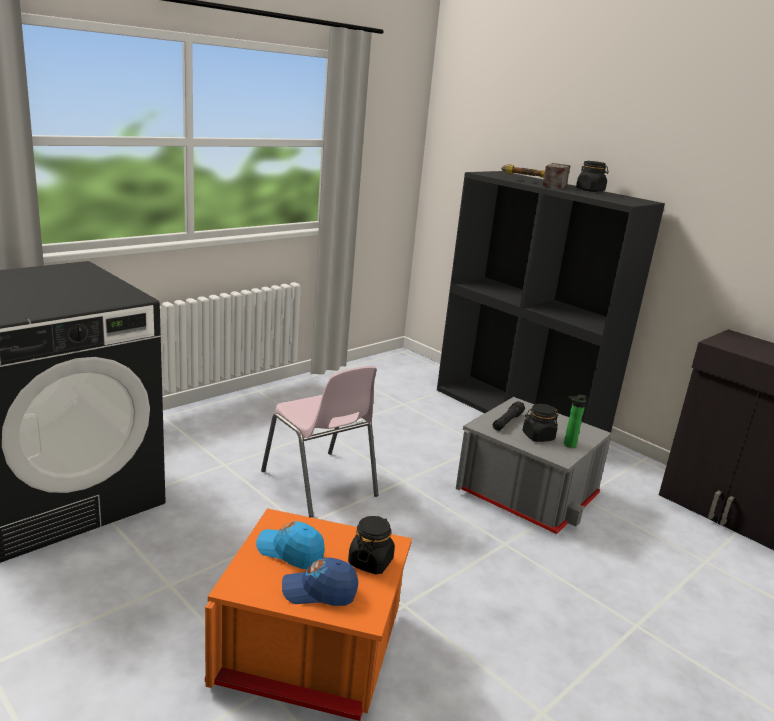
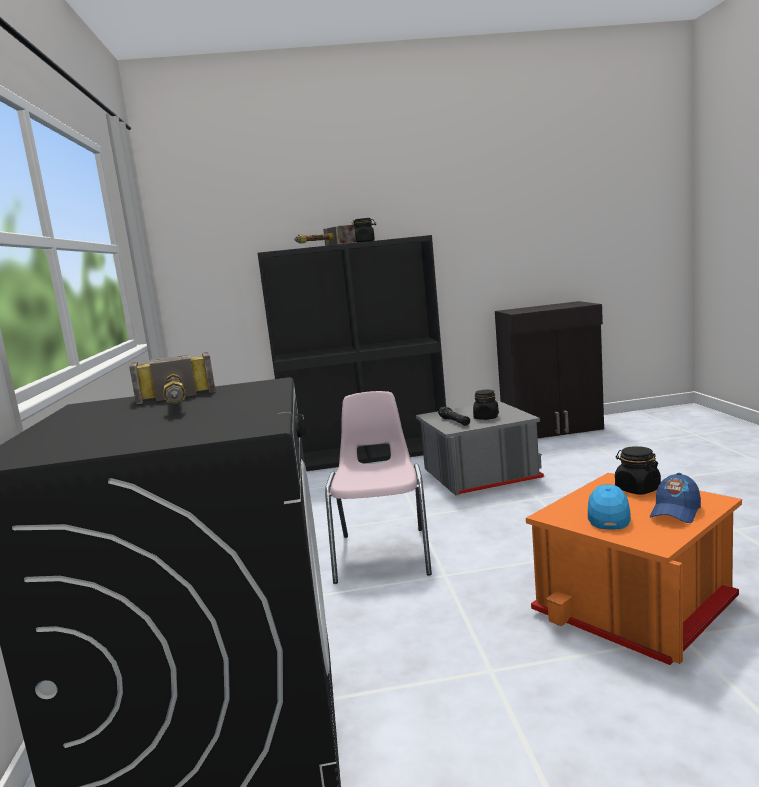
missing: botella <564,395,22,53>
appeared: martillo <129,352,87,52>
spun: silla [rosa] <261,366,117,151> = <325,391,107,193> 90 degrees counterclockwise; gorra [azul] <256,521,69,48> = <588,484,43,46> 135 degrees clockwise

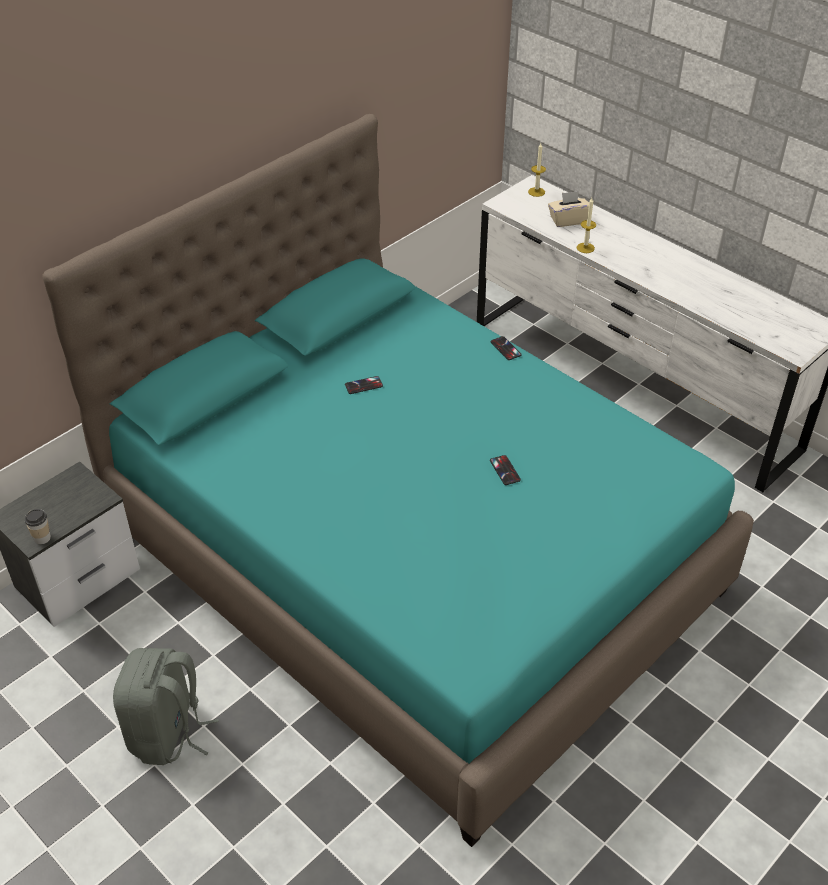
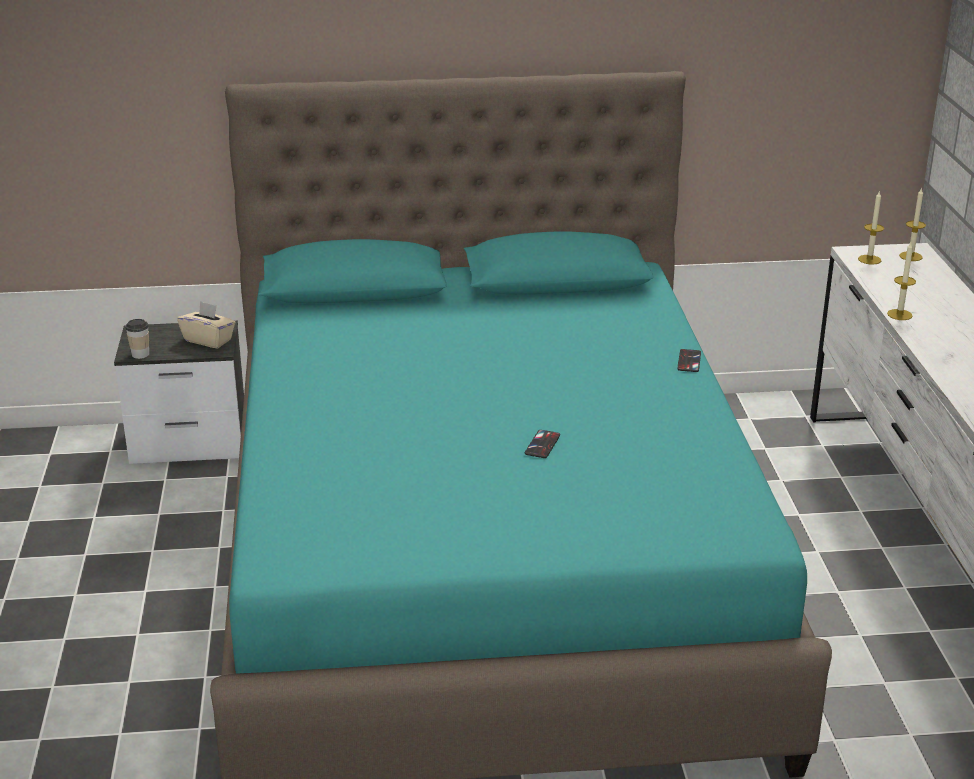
missing: mochila [gris] <113,648,106,117>; móvil <345,376,38,18>
appeared: vela <858,190,26,75>
relocated: caja de pañuelos [beis] <548,191,41,36> to <177,301,59,47>

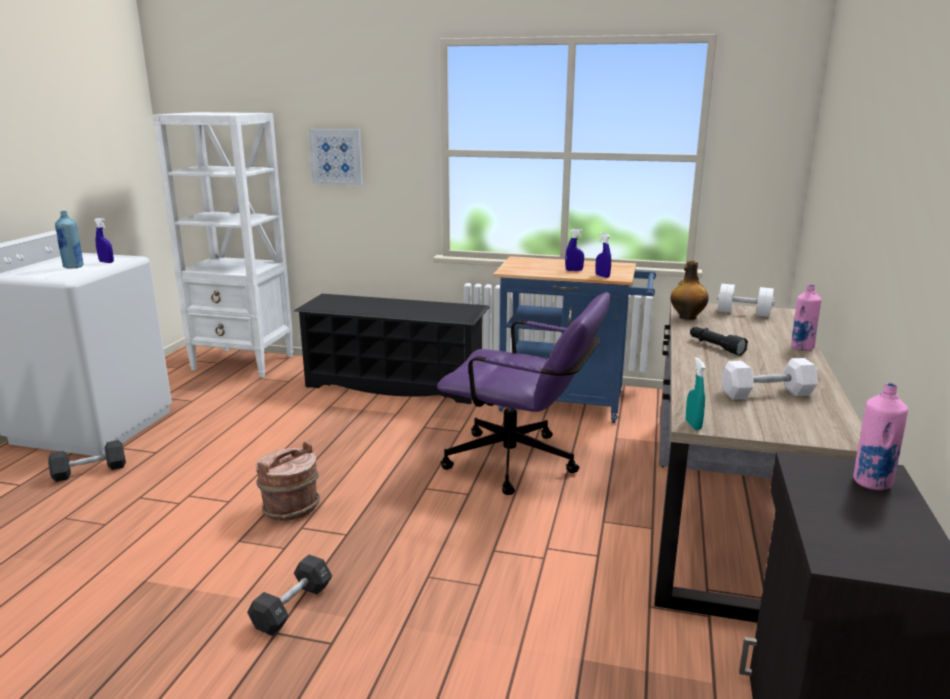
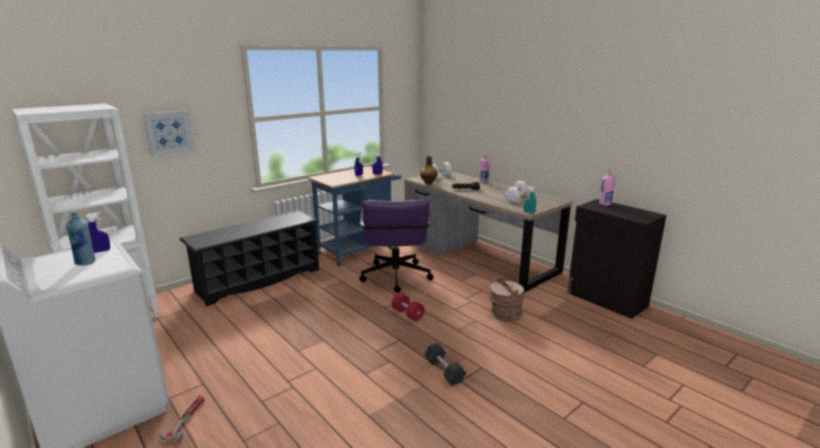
appeared: mancuerna [rojo] <392,293,33,28>
relocated: cubo [marrón] <256,441,64,80> to <489,276,35,46>
exchanged: mancuerna [negro] <48,440,78,42> to martillo <159,395,46,47>
spun: silla de oficina [morado] <437,292,174,203> = <359,200,75,93> 120 degrees clockwise

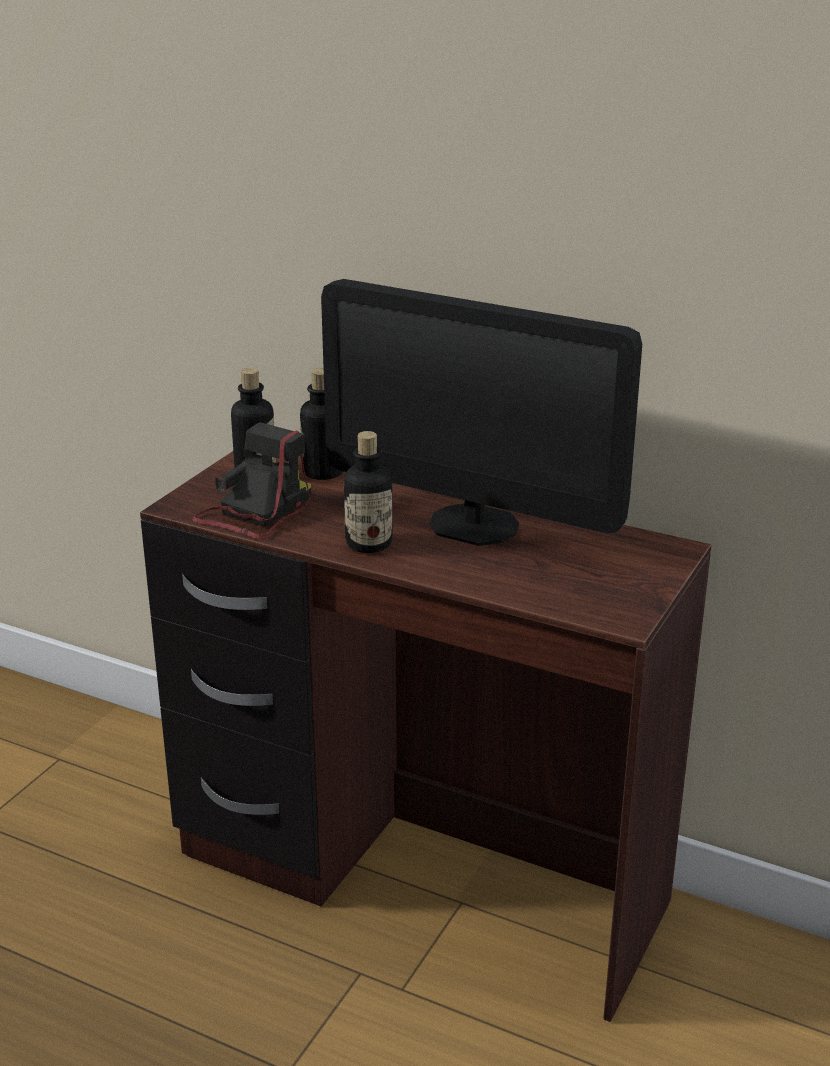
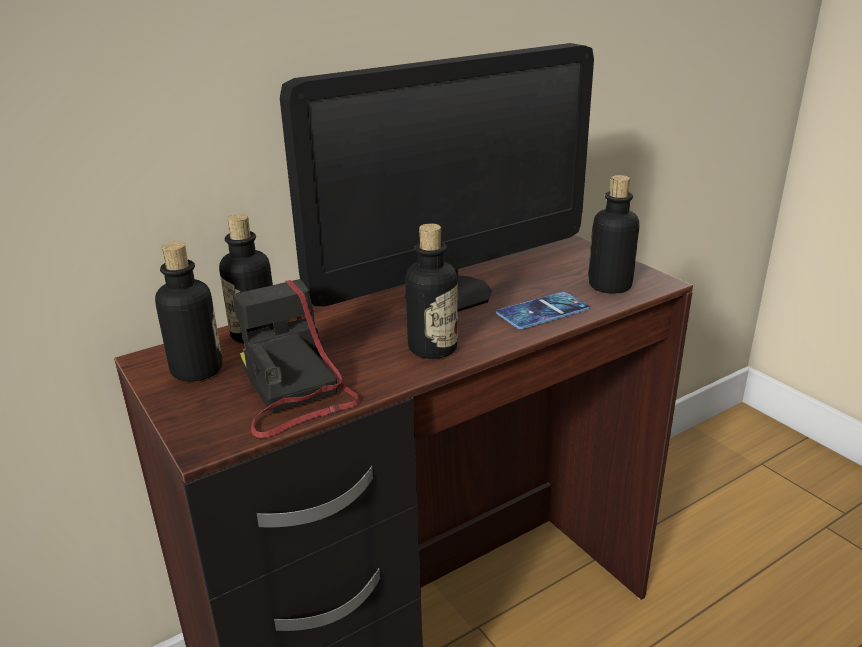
appeared: móvil <496,292,94,37>; botella <588,175,51,119>

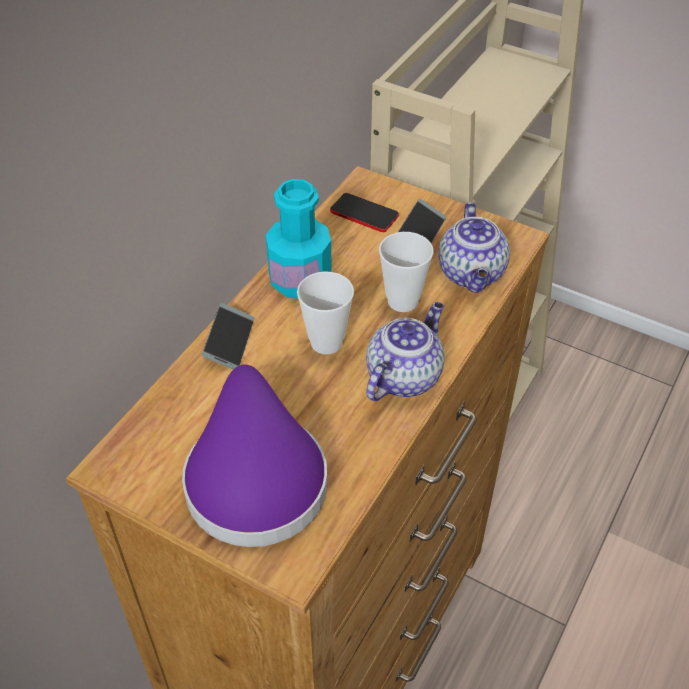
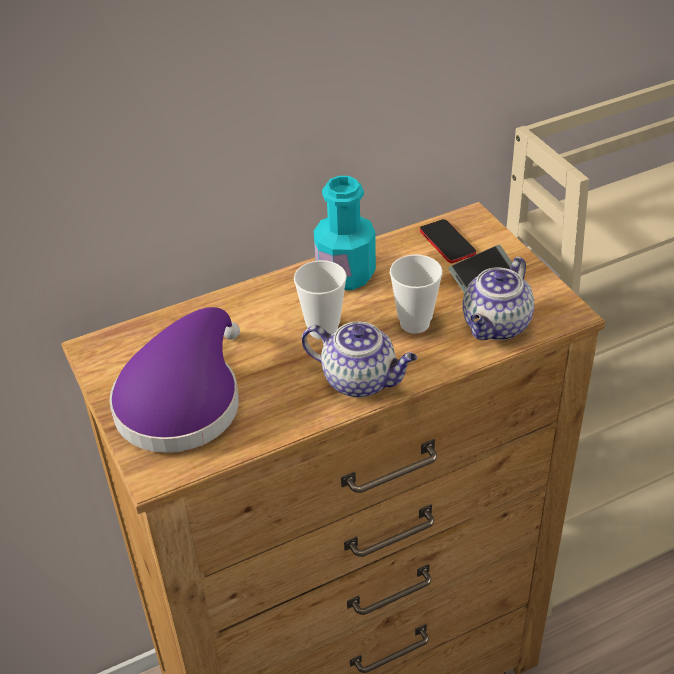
missing: móvil <202,303,52,66>
spun: tetera <366,302,79,99> = <302,321,115,77> 45 degrees clockwise

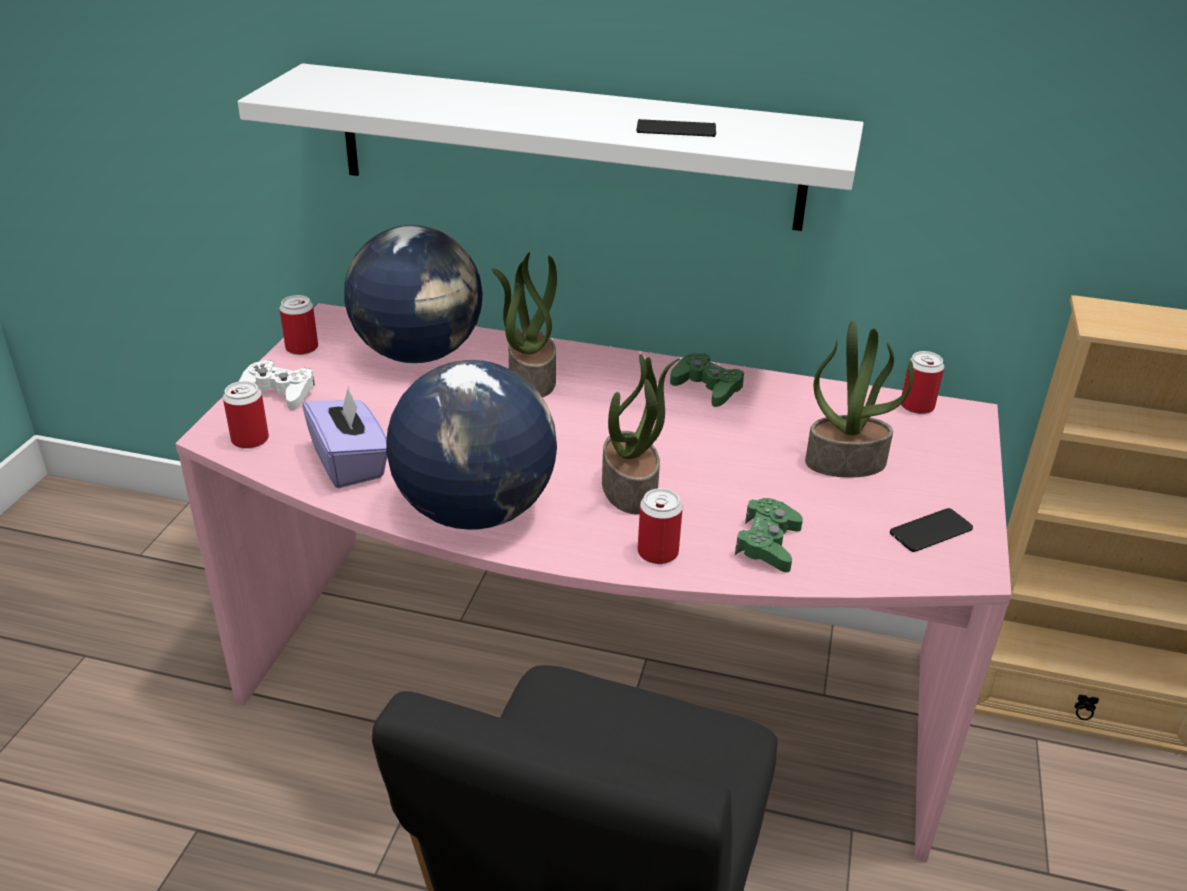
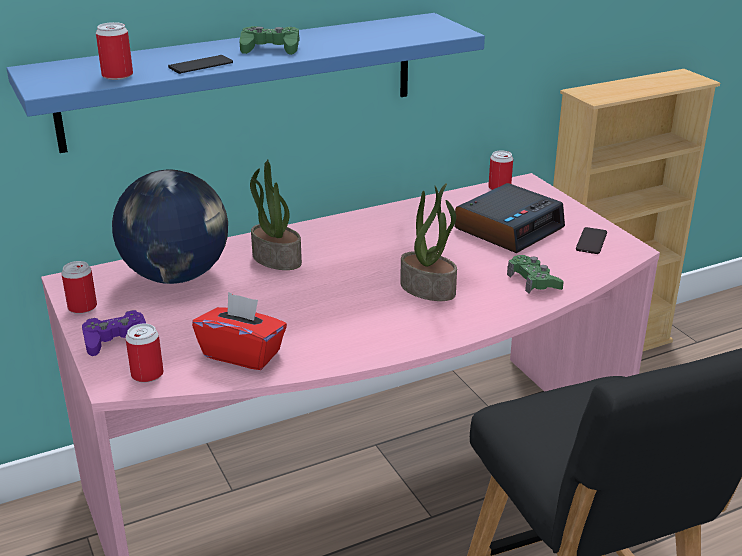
missing: globo terráqueo <386,360,171,170>
relocated: lata <638,488,45,76> to <96,22,37,58>; móvil <636,119,80,18> to <168,55,65,19>; mando de consola [verde] <670,353,74,54> to <239,26,61,29>
exchanged: planta en maceta <805,321,109,157> to despertador <455,183,110,70>
colour: estante [blanco] <238,63,626,168> to estante [azul] <6,13,479,140>; mando de consola [blanco] <238,360,77,51> to mando de consola [morado] <82,310,64,46>; caja de pañuelos [morado] <302,386,86,102> to caja de pañuelos [rojo] <192,292,95,78>

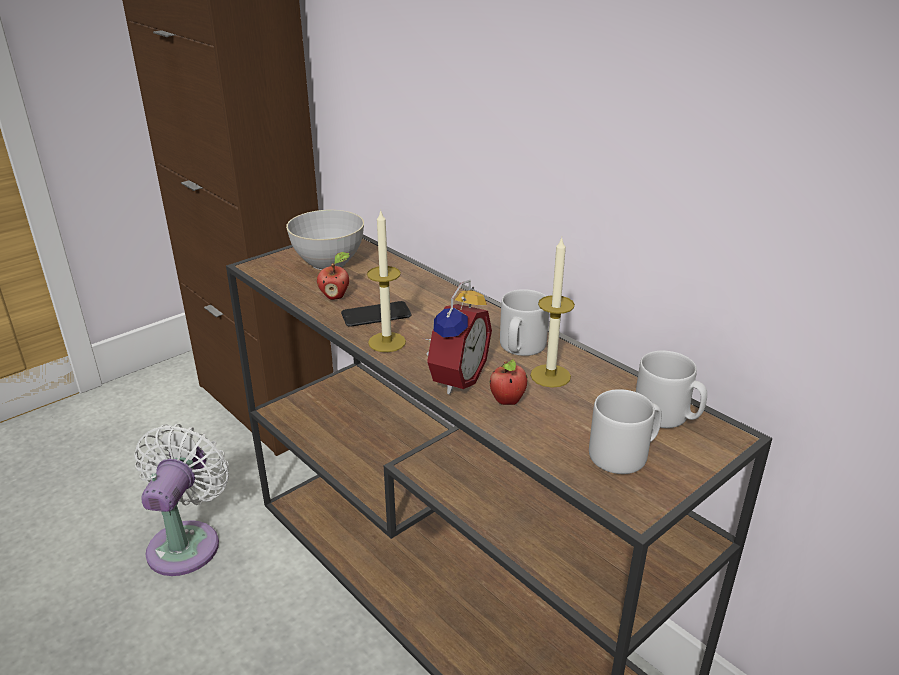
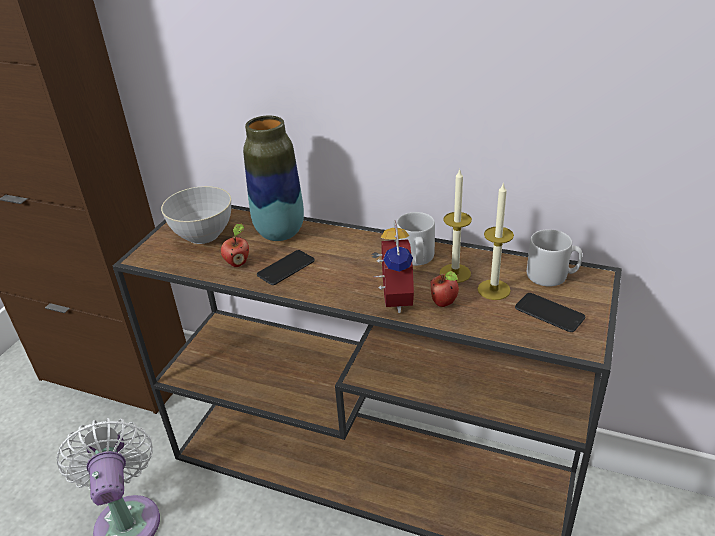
appeared: florero <243,116,61,125>
relocated: vela <367,210,39,142> to <477,182,37,118>
exchanged: taza grande [gris] <589,389,73,85> to móvil <515,293,71,39>

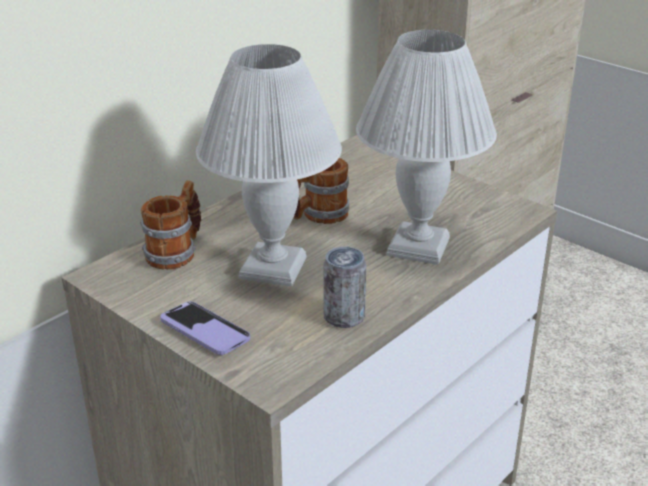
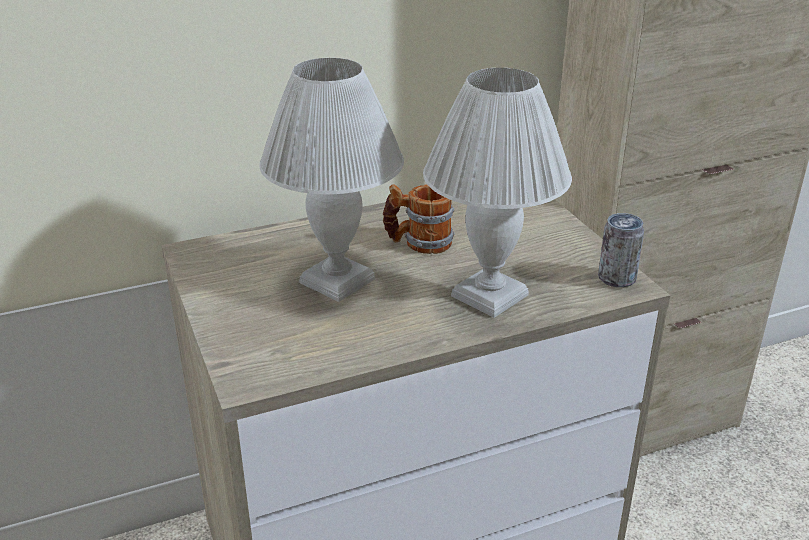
missing: taza grande <140,180,61,90>; móvil <160,301,90,54>
relocated: lata <324,247,42,81> to <598,213,46,75>

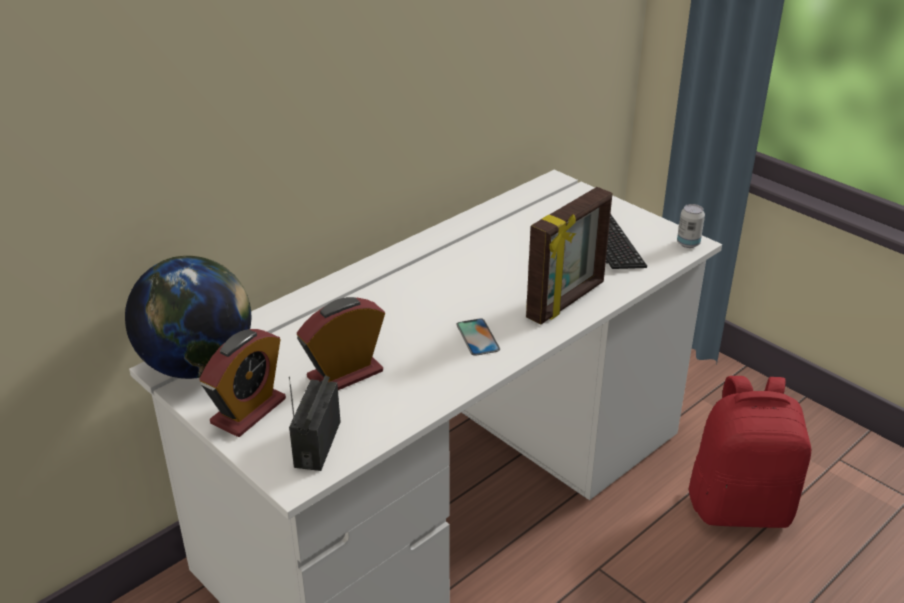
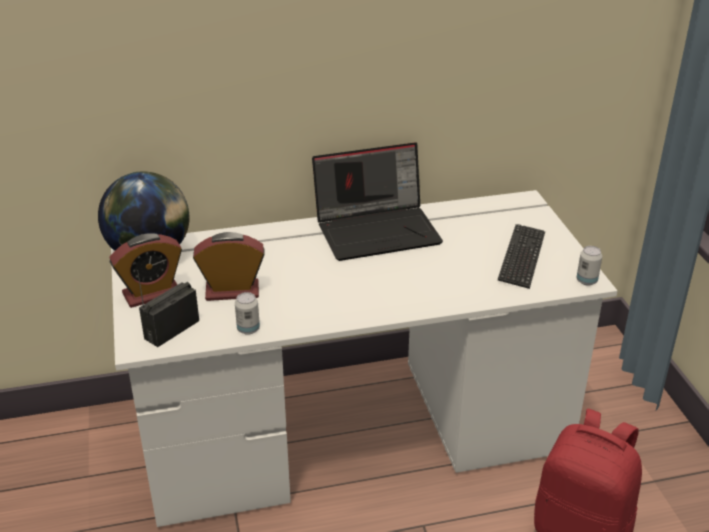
missing: móvil <456,318,44,38>; portarretratos <526,187,87,137>
appeared: lata <235,292,25,43>; portátil <312,142,131,119>

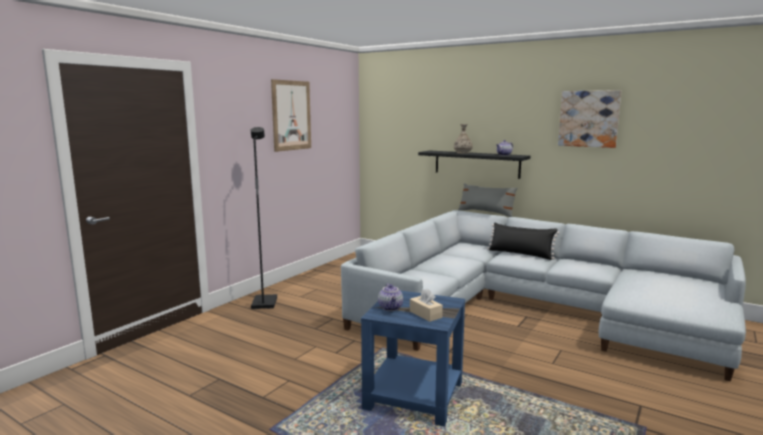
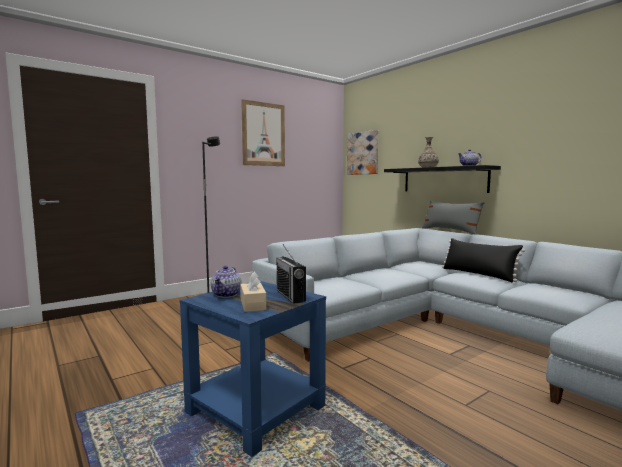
appeared: radio <276,244,30,60>
relocated: cuadro <558,90,63,58> to <347,130,32,45>

